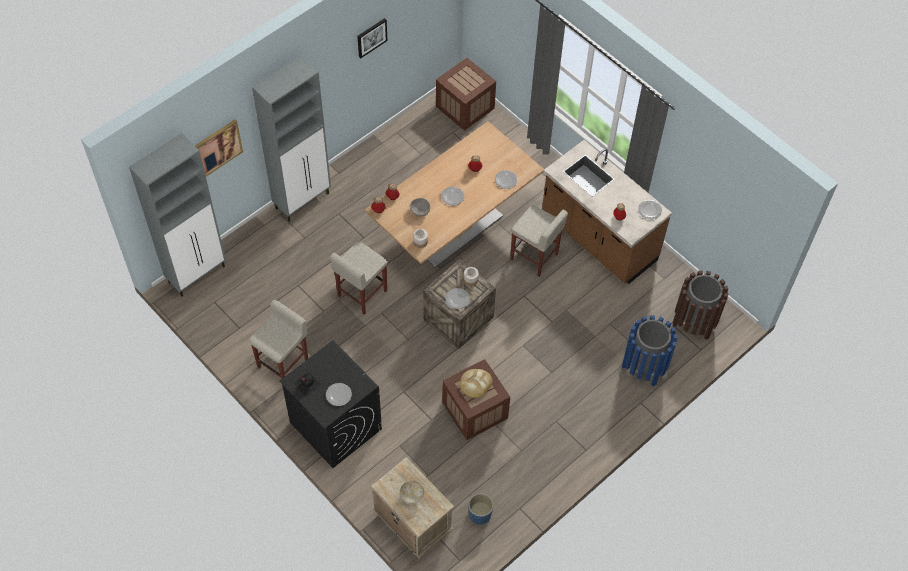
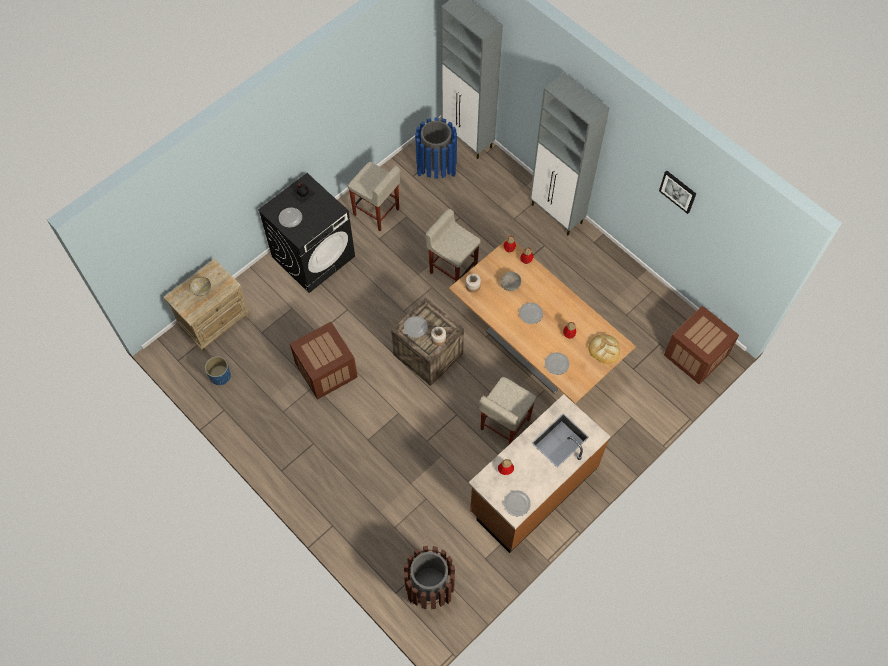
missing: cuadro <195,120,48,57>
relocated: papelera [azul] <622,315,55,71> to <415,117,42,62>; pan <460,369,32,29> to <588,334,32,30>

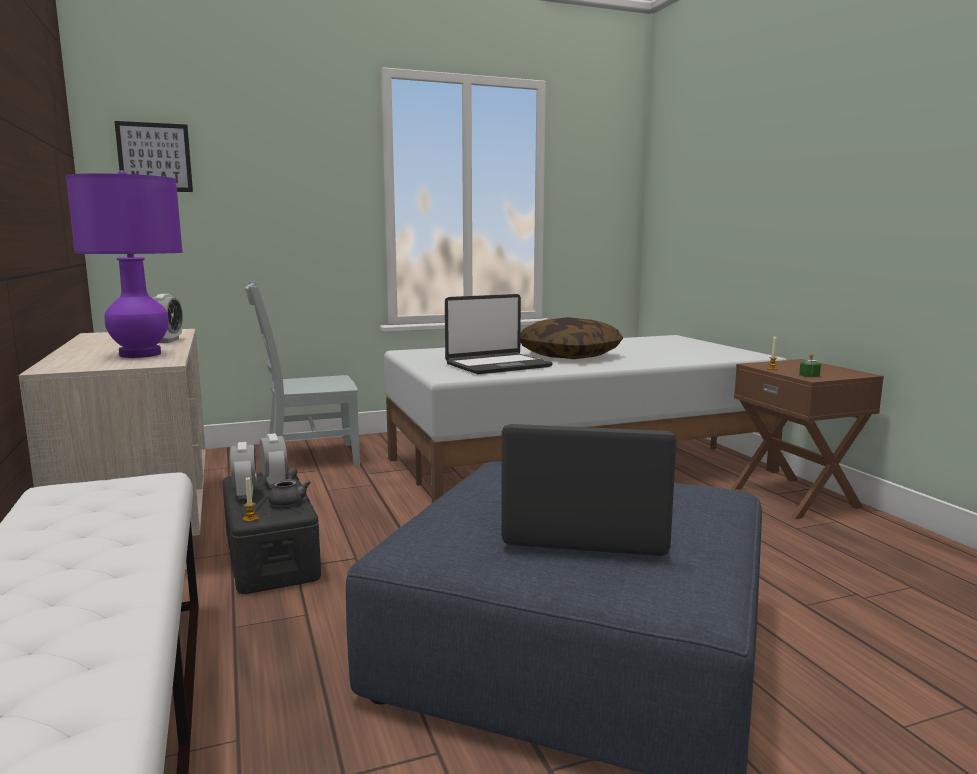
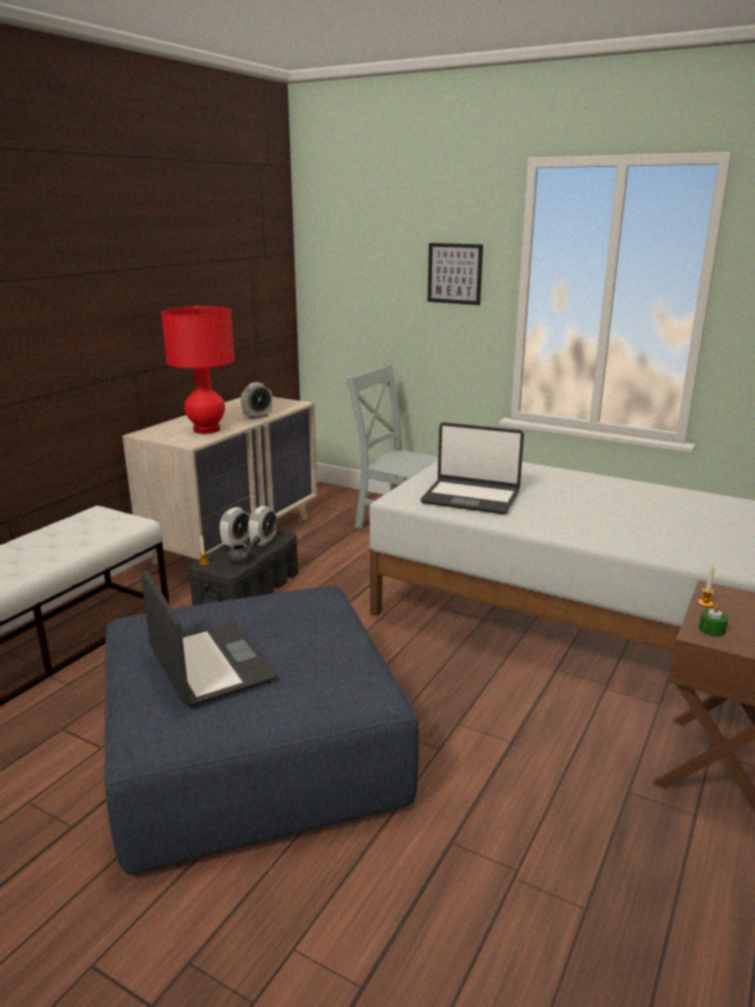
missing: cojín <520,317,103,42>
relocated: cuadro <114,121,79,71> to <428,243,55,62>
colour: lámpara de mesa [morado] <66,170,117,188> to lámpara de mesa [rojo] <161,305,74,129>

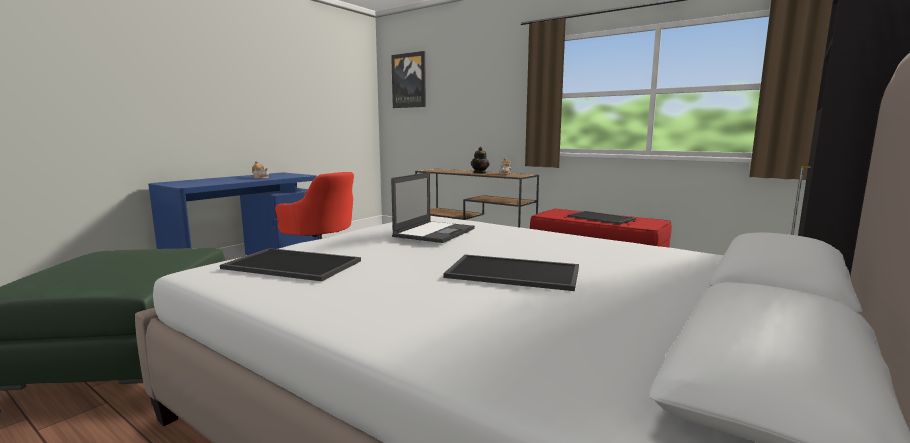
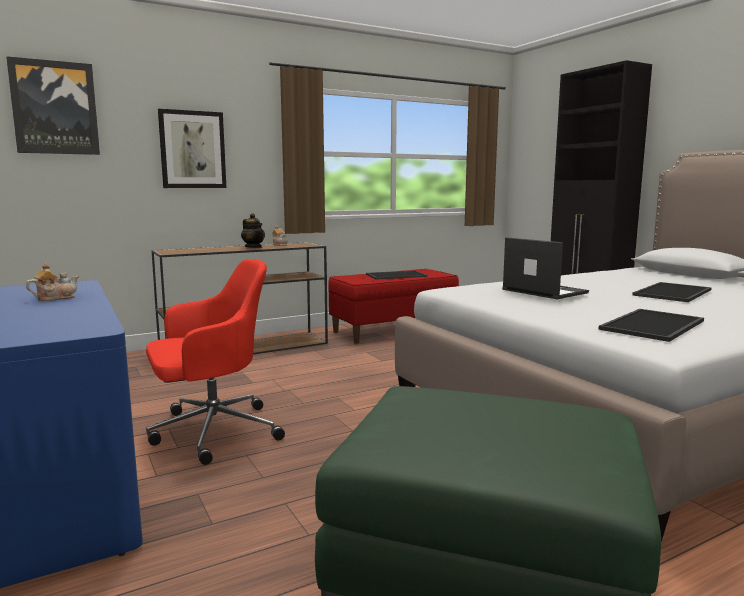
appeared: cuadro <158,109,68,79>

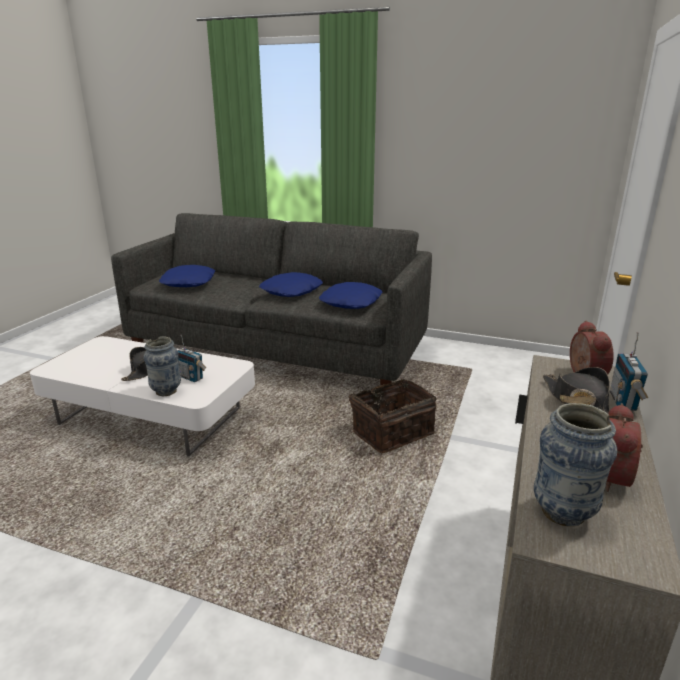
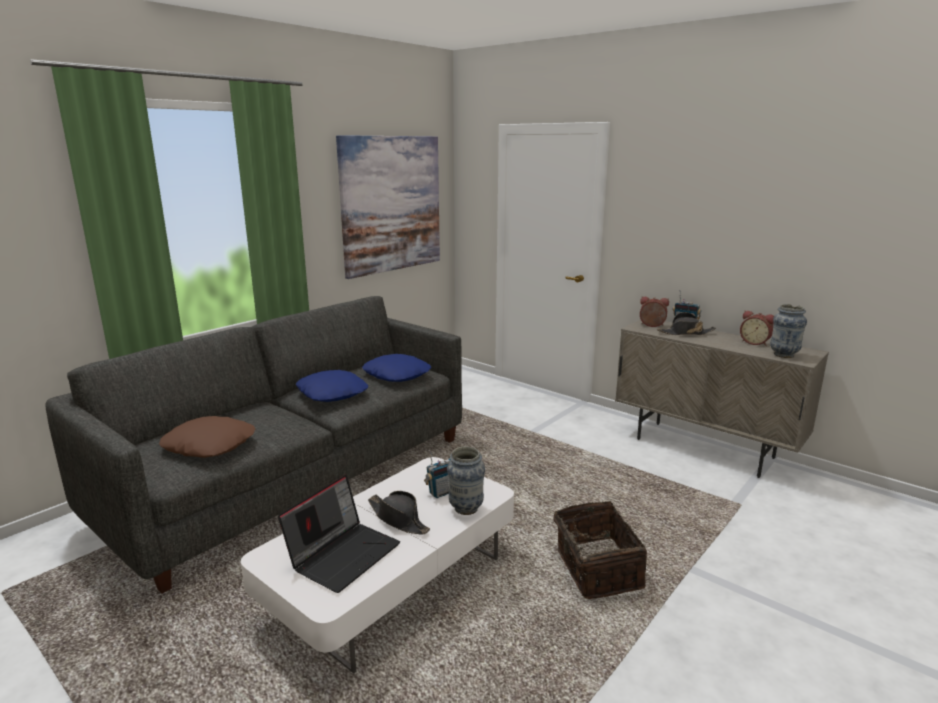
appeared: portátil <278,475,122,118>; cuadro <336,135,104,144>
relocated: cesta <347,379,89,74> to <553,501,94,98>
colour: cojín [azul] <159,265,56,22> to cojín [marrón] <159,416,97,42>

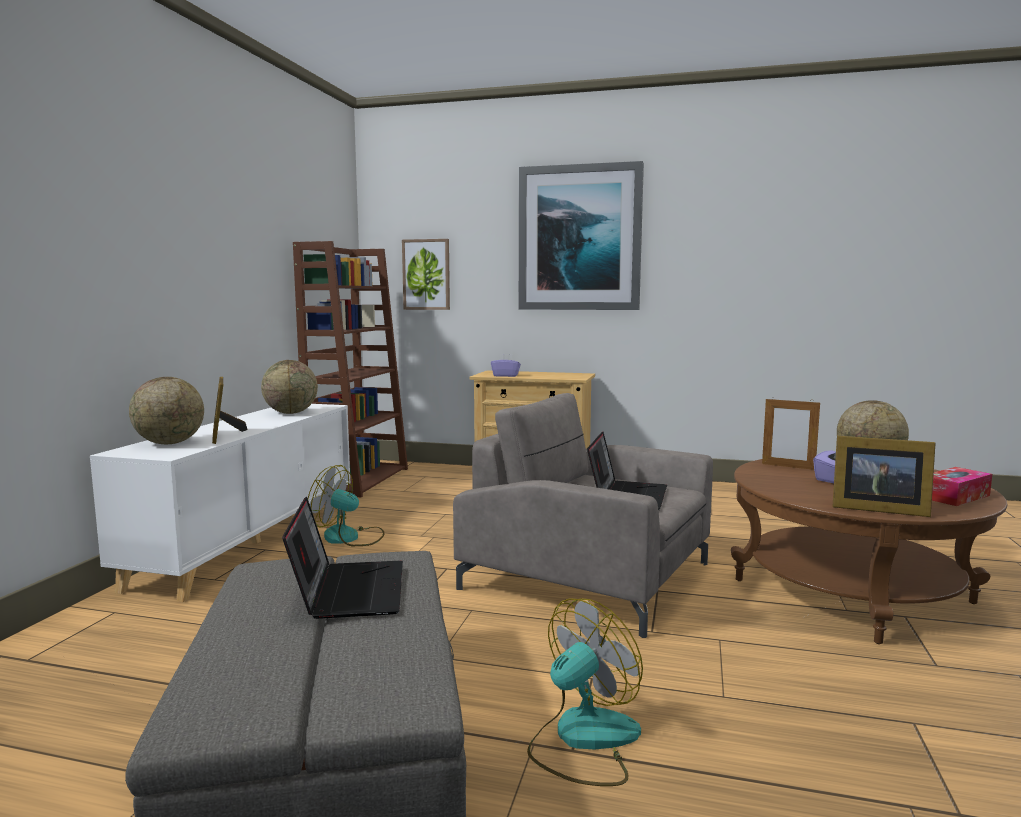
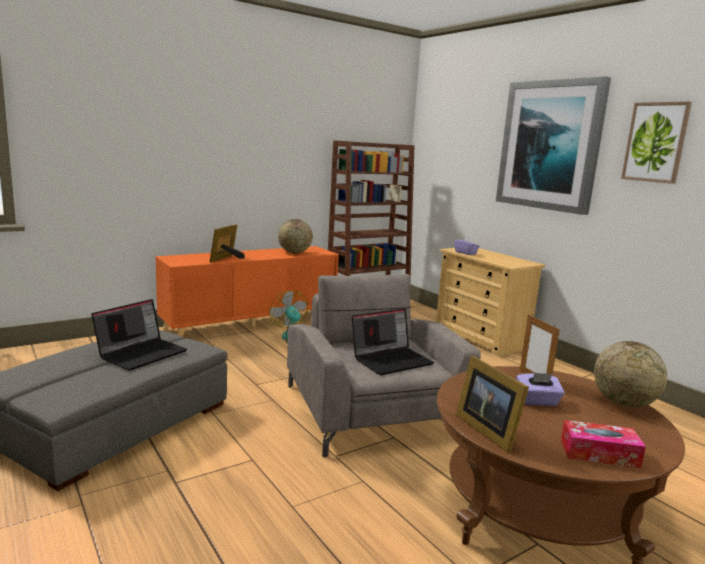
missing: globo terráqueo <129,377,75,67>; ventilador <527,598,116,188>
relocated: cuadro <402,239,48,71> to <621,102,71,82>
colour: armario [blanco] <90,404,261,198> to armario [naranja] <155,246,184,91>

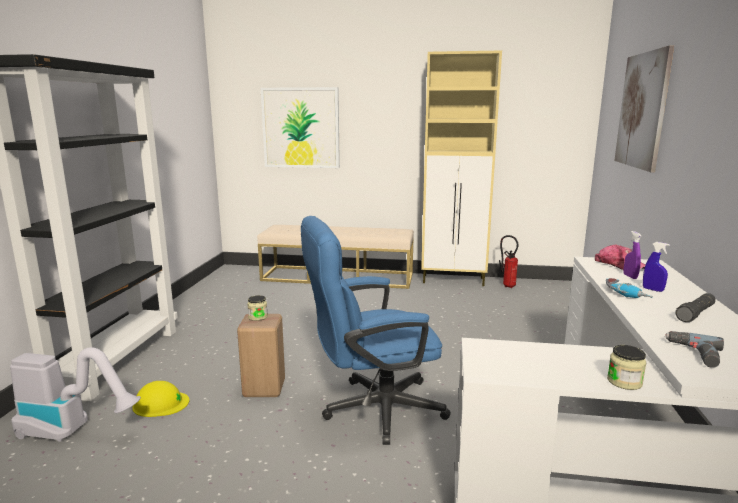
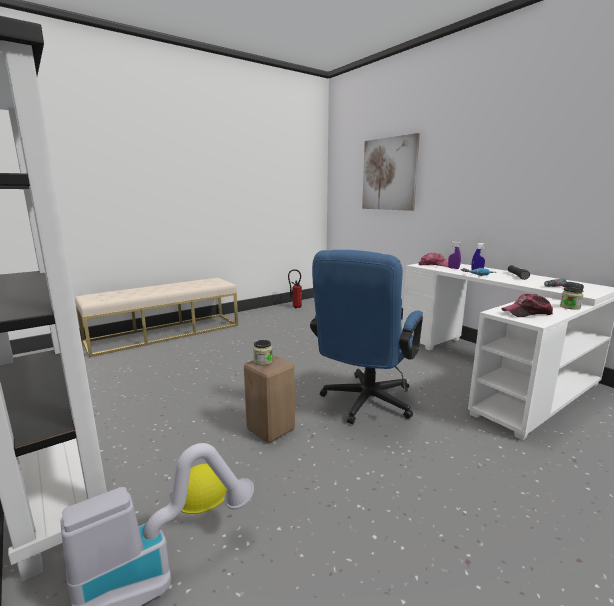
missing: cuadro <261,87,79,81>; armario [beis] <421,50,81,236>
appeared: gorra <502,294,51,23>

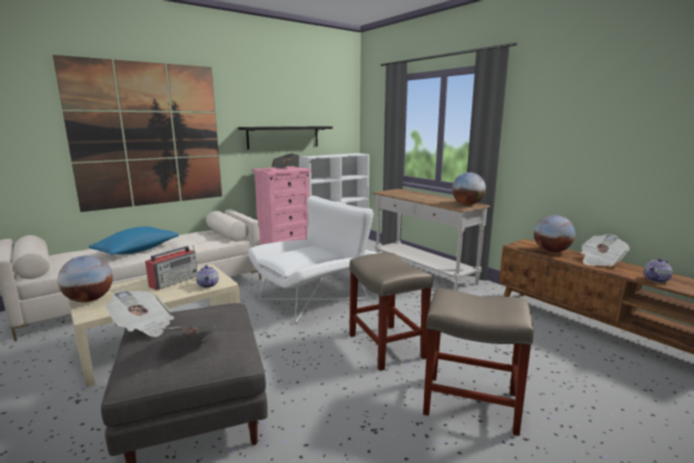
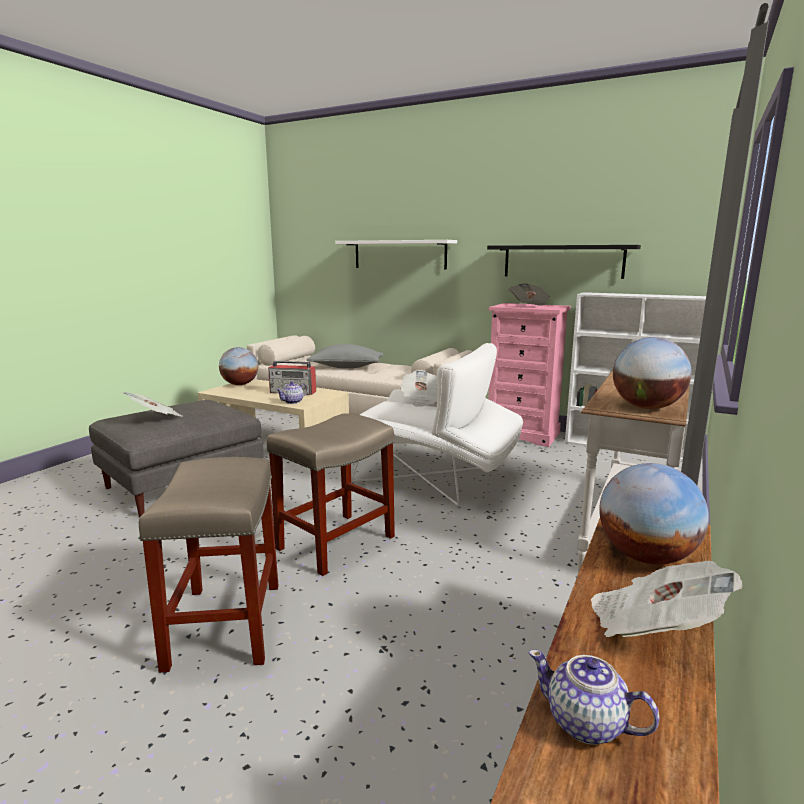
relocated: periódico <106,290,69,47> to <400,370,38,37>
exchanged: cuadro <53,55,169,157> to estante [blanco] <335,240,122,29>
colour: cojín [azul] <88,227,91,28> to cojín [gris] <307,344,77,24>

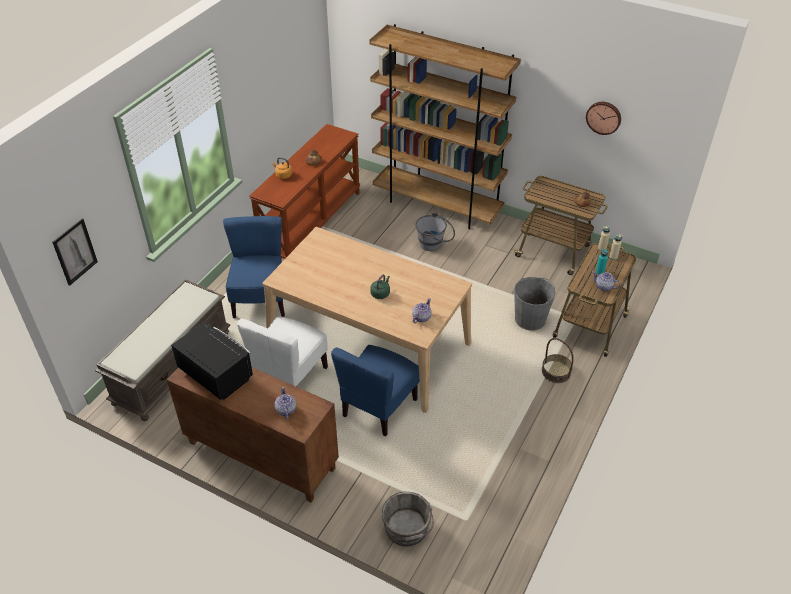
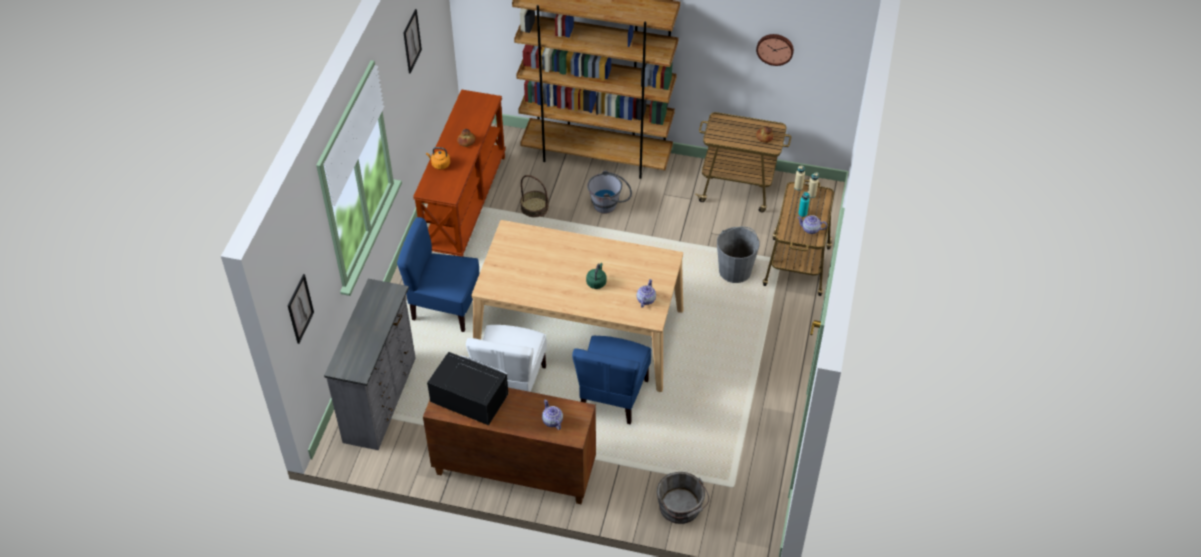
appeared: cuadro <403,9,19,64>
relocated: cesta <542,338,32,45> to <520,175,29,42>
exchanged: banco [marrón] <95,279,135,142> to cómoda [gris] <324,279,92,171>
spun: silla [azul] <223,216,62,102> = <397,217,82,115> 60 degrees counterclockwise

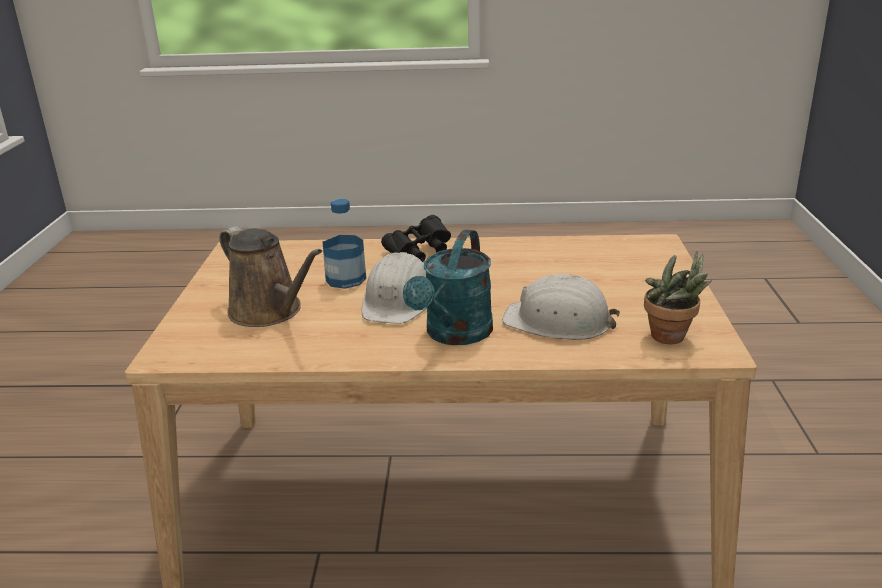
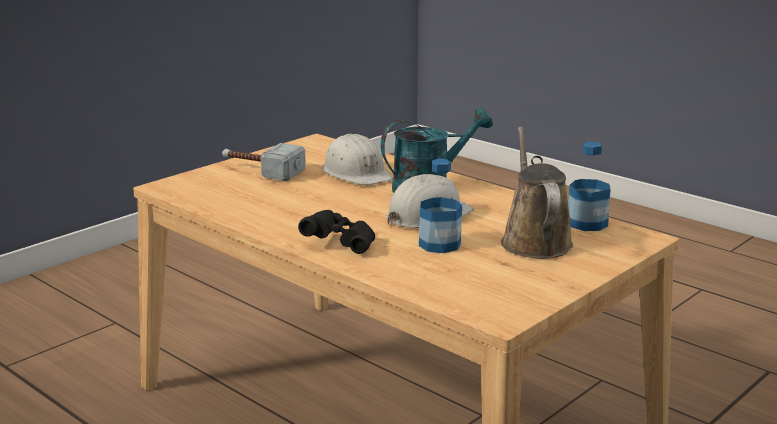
missing: planta en maceta <644,251,68,93>
appeared: martillo <222,143,84,38>; botella <568,142,42,89>

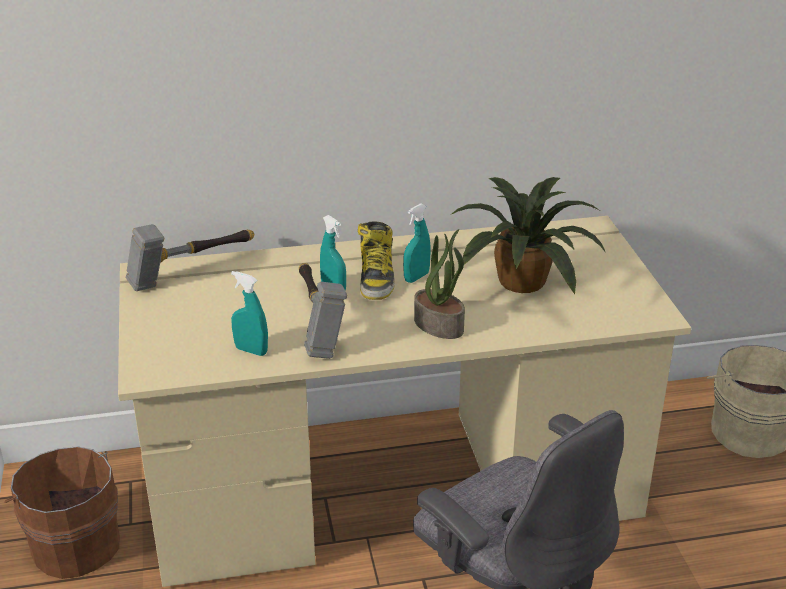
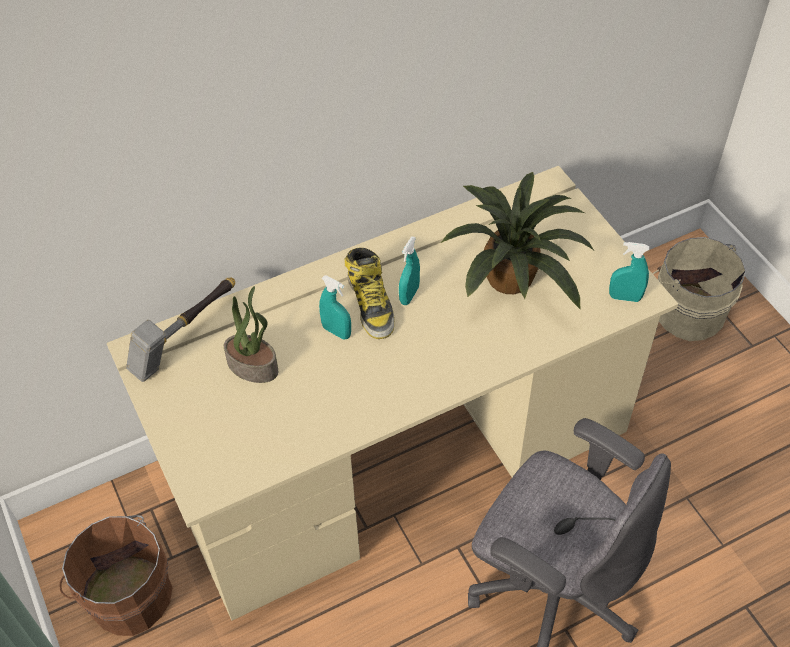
missing: martillo <299,263,48,96>
relocated: planta en maceta <414,229,51,110> to <224,286,54,97>; pulverizador [turquesa] <231,271,37,85> to <609,242,40,60>

